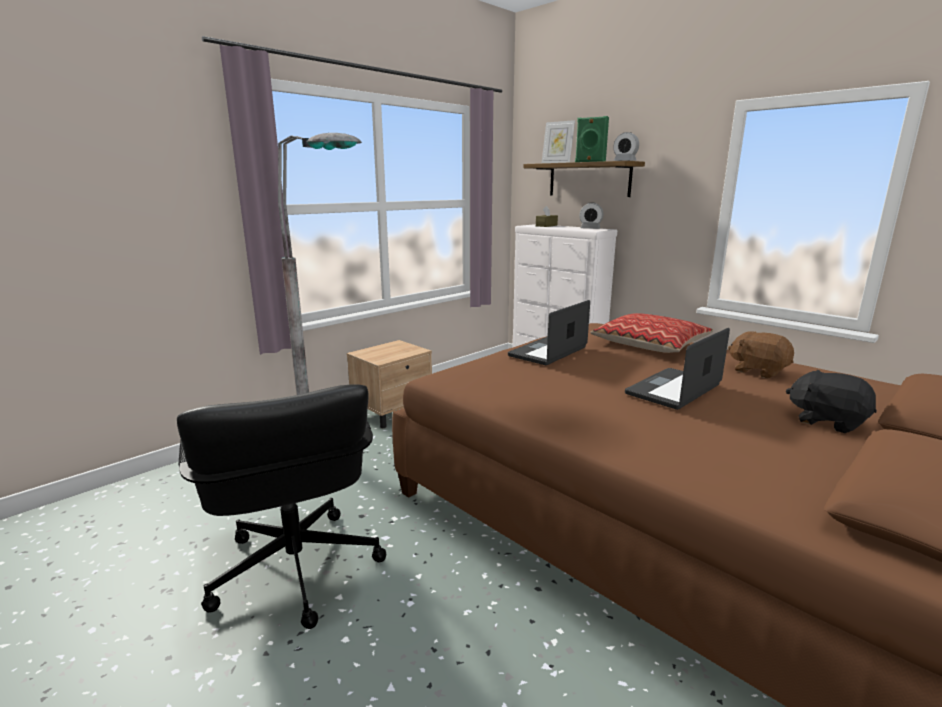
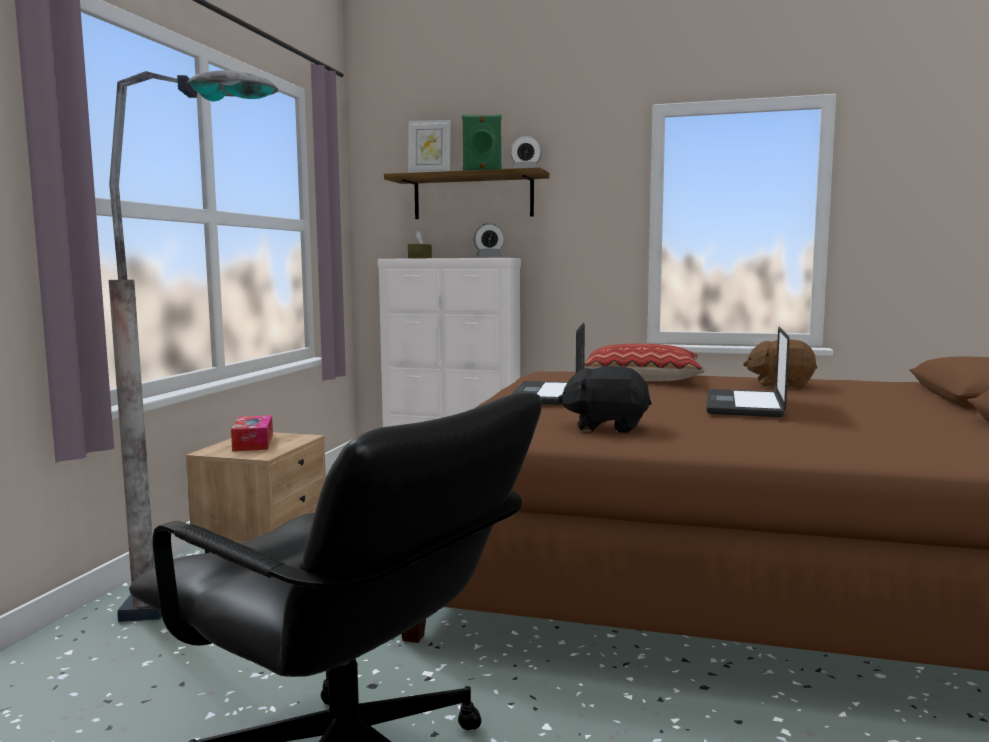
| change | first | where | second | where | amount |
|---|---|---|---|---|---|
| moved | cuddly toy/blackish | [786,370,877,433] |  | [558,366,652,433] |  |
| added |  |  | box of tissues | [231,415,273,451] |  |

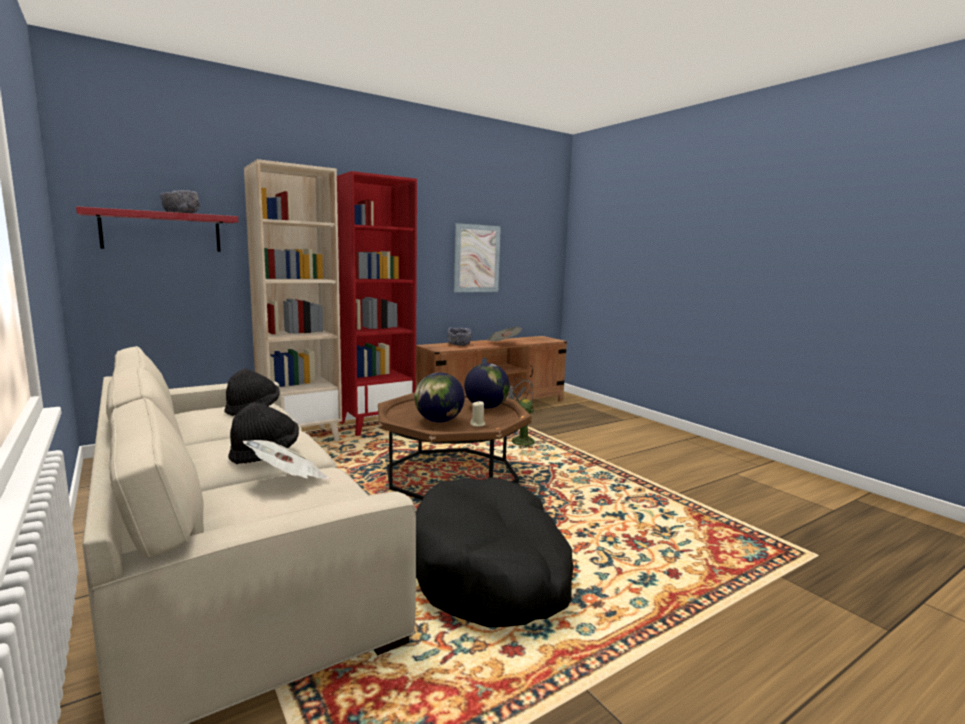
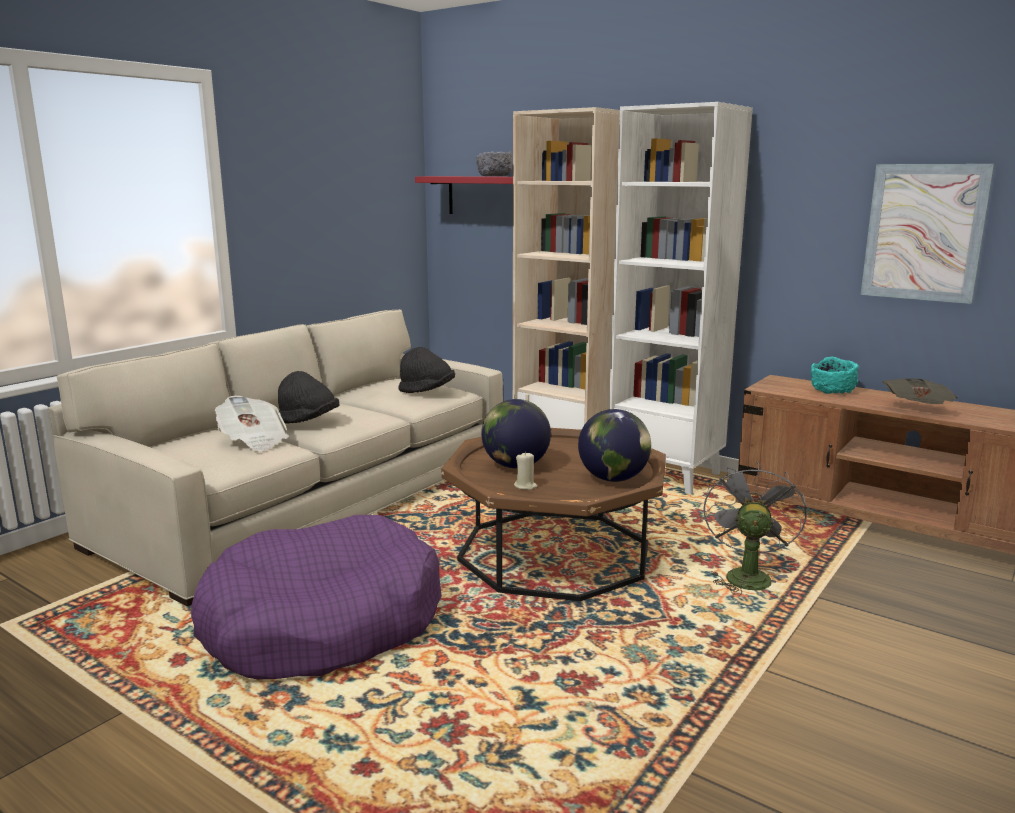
| change | first | where | second | where | amount |
|---|---|---|---|---|---|
| recoloured | shelving unit/red-coloured | [337,171,417,436] | shelving unit/whitish | [609,102,753,494] |  |
| recoloured | dog cushion/blackish | [415,477,574,627] | dog cushion/purplish | [191,515,442,680] |  |
| recoloured | deep dish/gray | [448,327,471,346] | deep dish/turquoise-coloured | [811,357,859,394] |  |

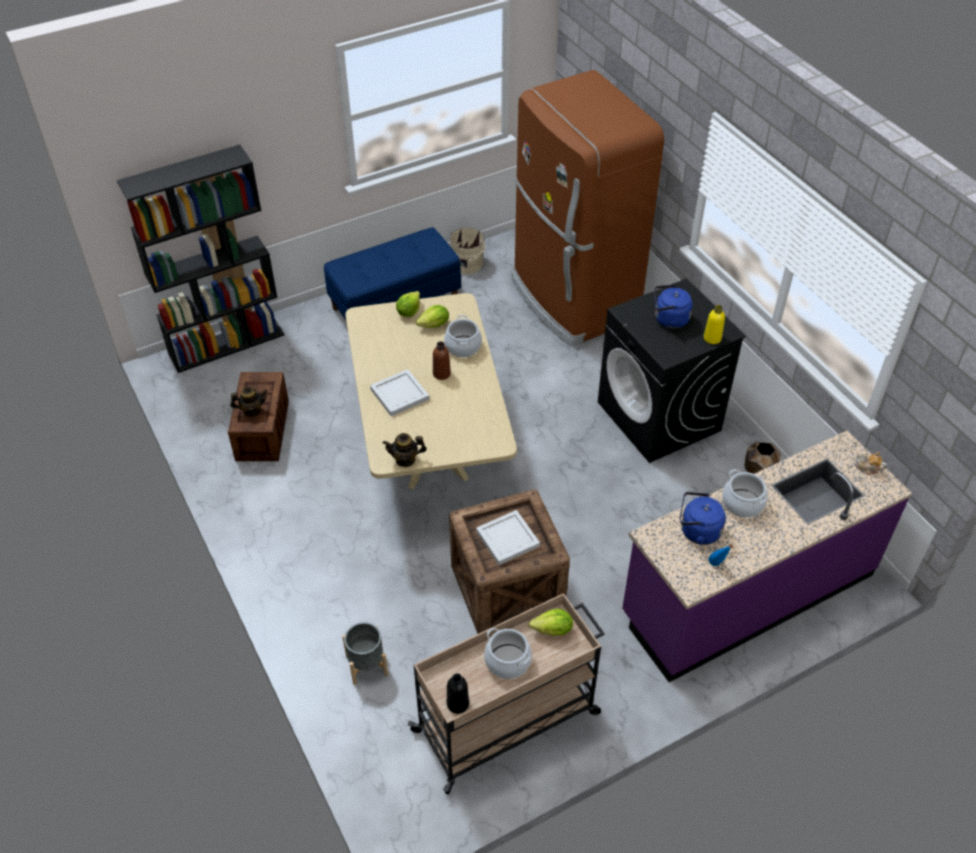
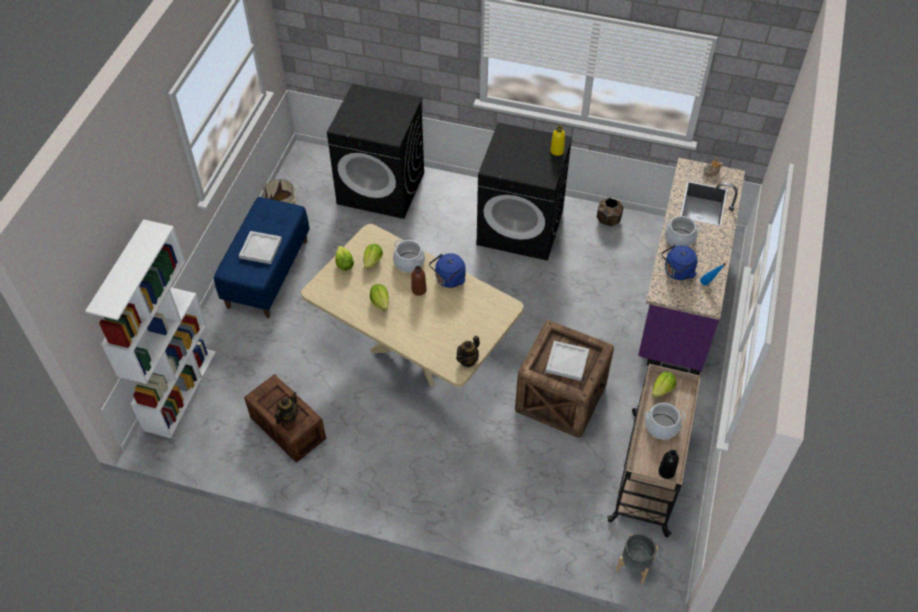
| change | first | where | second | where | amount |
|---|---|---|---|---|---|
| recoloured | shelving unit/blackish | [117,144,284,373] | shelving unit/whitish | [85,219,216,438] |  |
| moved | planter/gray | [342,622,388,685] |  | [616,533,658,584] |  |
| moved | tray/whitish | [370,369,429,416] |  | [239,231,282,264] |  |
| replaced | refrigerator/brown-coloured | [511,70,664,346] | laundry machine/blackish | [327,84,424,219] |  |
| moved | tea kettle/blue | [655,284,693,329] |  | [429,253,465,288] |  |
| added |  |  | lettuce | [370,284,389,311] |  |

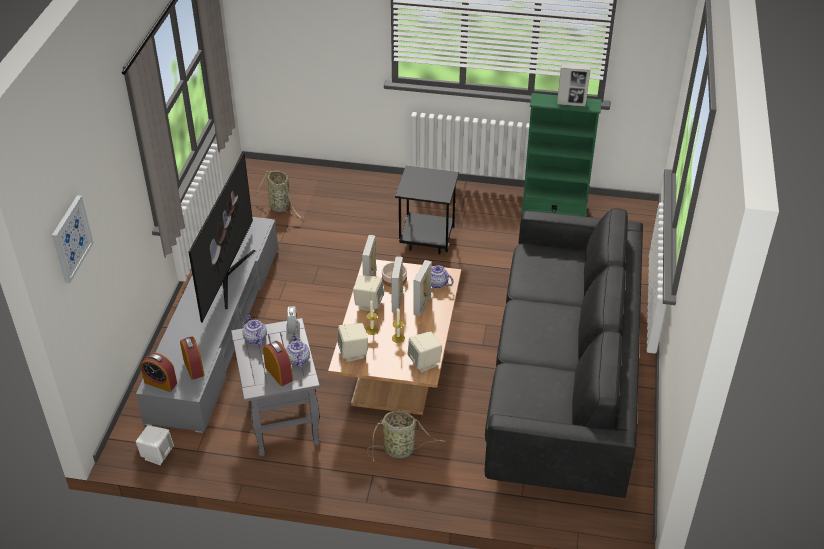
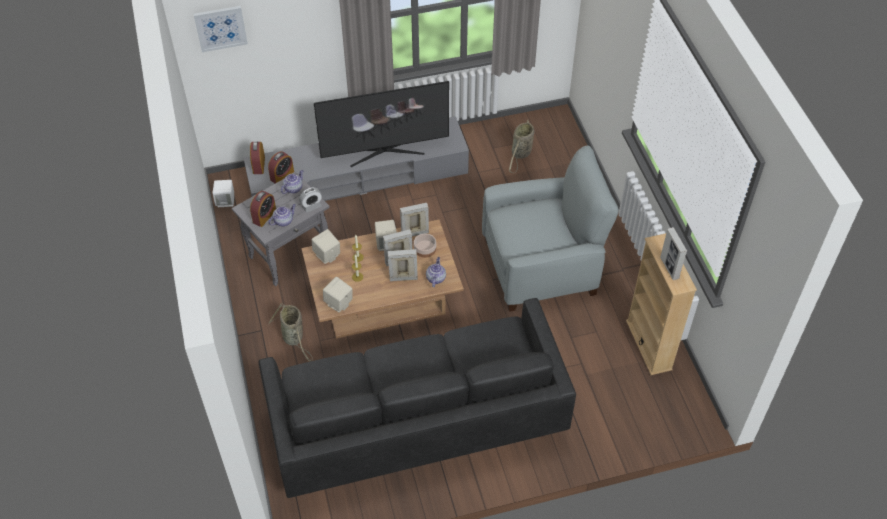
| change | first | where | second | where | amount |
|---|---|---|---|---|---|
| replaced | end table/blackish | [395,166,459,254] | lounge chair/gray | [482,146,619,312] |  |
| recoloured | shelving unit/greenish | [521,93,602,217] | shelving unit/beige-coloured | [626,233,697,375] |  |

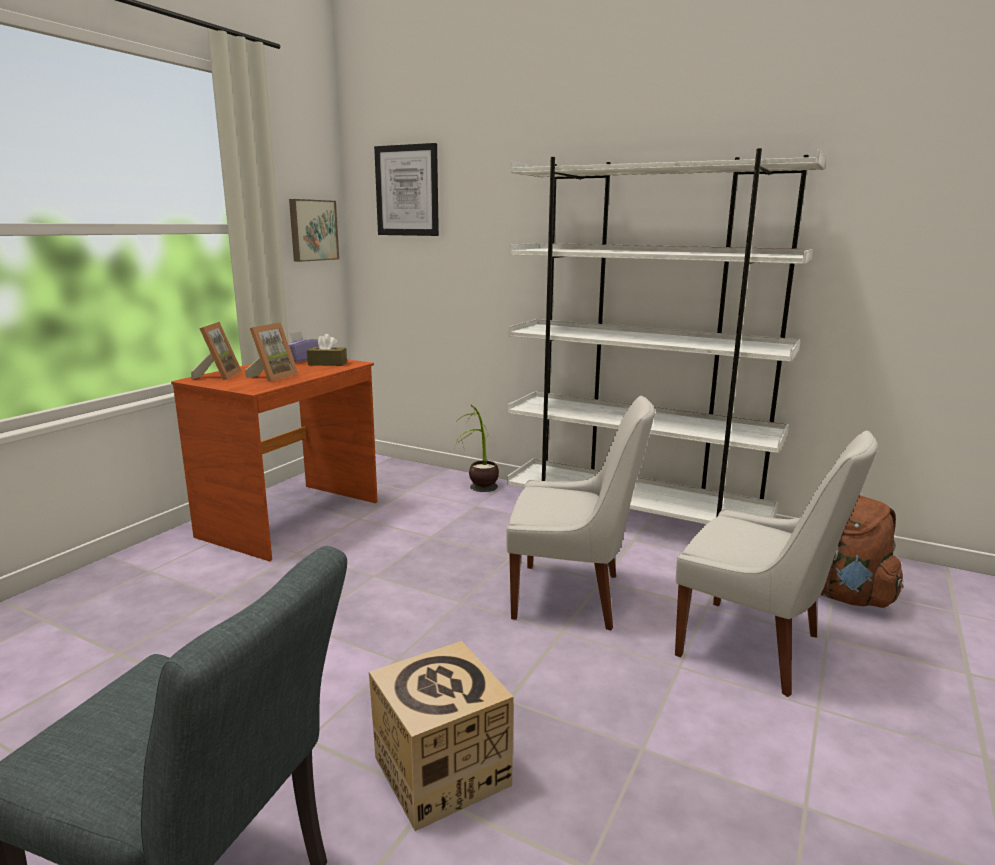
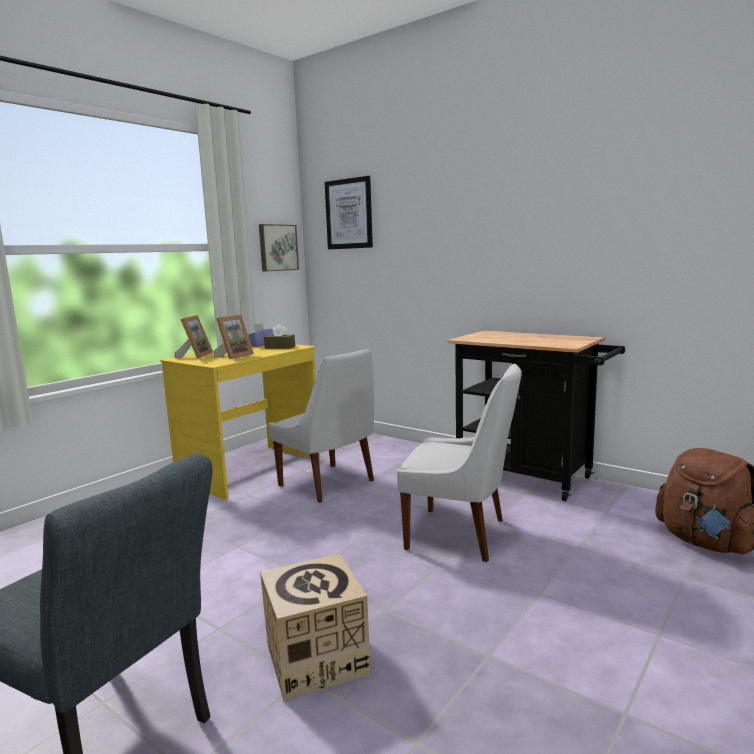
| change | first | where | second | where | amount |
|---|---|---|---|---|---|
| recoloured | desk/brown-coloured | [171,359,378,562] | desk/yellowish | [160,344,320,500] |  |
| removed | potted plant | [454,404,499,492] |  |  |  |
| replaced | shelving unit/whitish | [507,148,826,524] | wheeled cart/blackish | [447,331,625,501] |  |
| moved | upright chair/whitish | [675,430,878,697] |  | [268,349,374,503] |  |

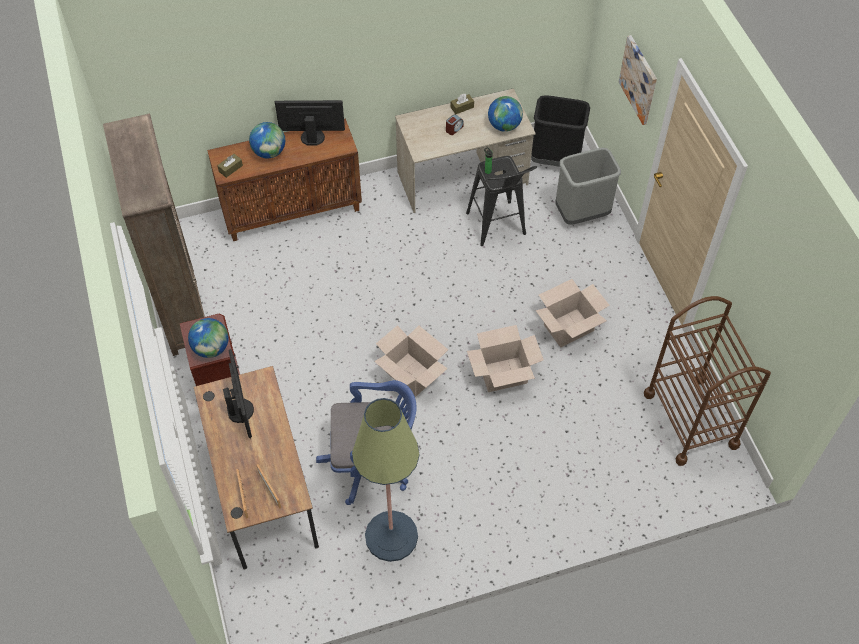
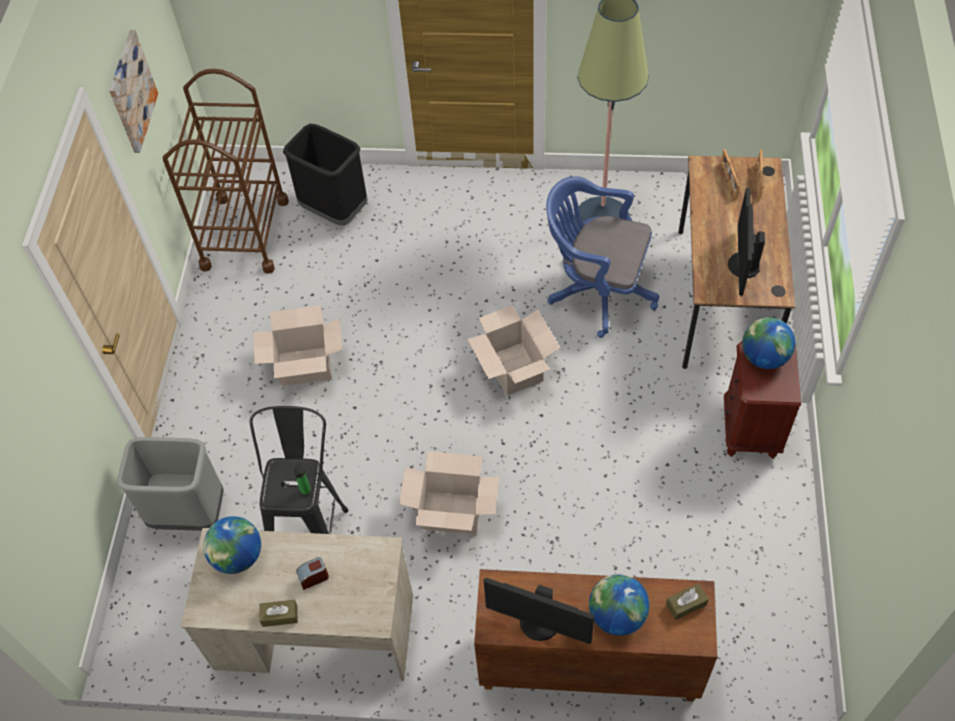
| change | first | where | second | where | amount |
|---|---|---|---|---|---|
| removed | shelving unit/brown-coloured | [103,114,205,356] |  |  |  |
| moved | cardboard box | [467,325,544,392] |  | [399,451,499,535] |  |
| moved | trash can/blackish | [531,95,590,167] |  | [283,124,367,226] |  |
| moved | picture | [619,35,657,125] |  | [109,30,158,153] |  |

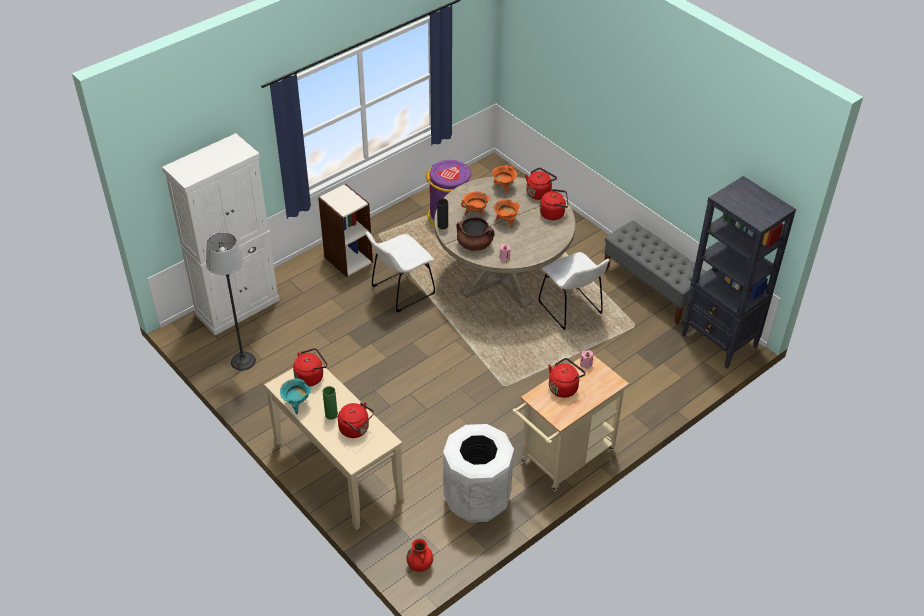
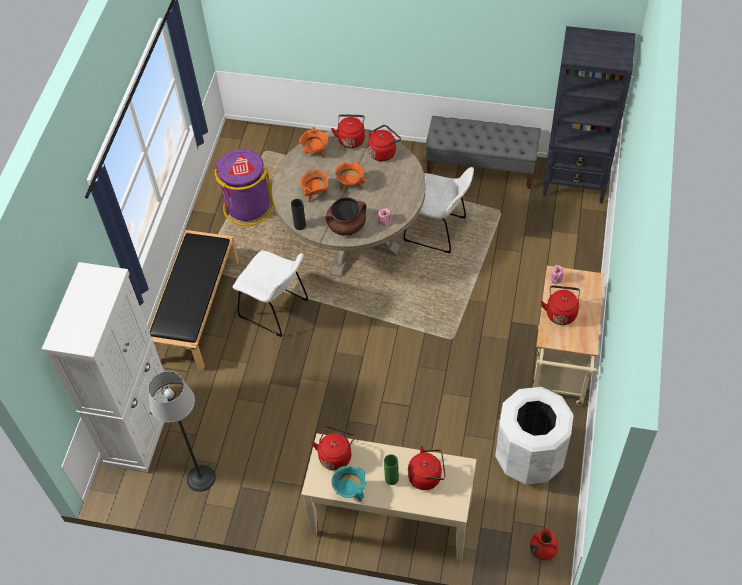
| change | first | where | second | where | amount |
|---|---|---|---|---|---|
| replaced | shelving unit | [318,184,373,277] | indoor bench/blackish | [149,230,239,371] |  |
| turned | upright chair/whitish | [365,231,435,312] |  | [233,251,309,337] | 75 degrees counterclockwise |

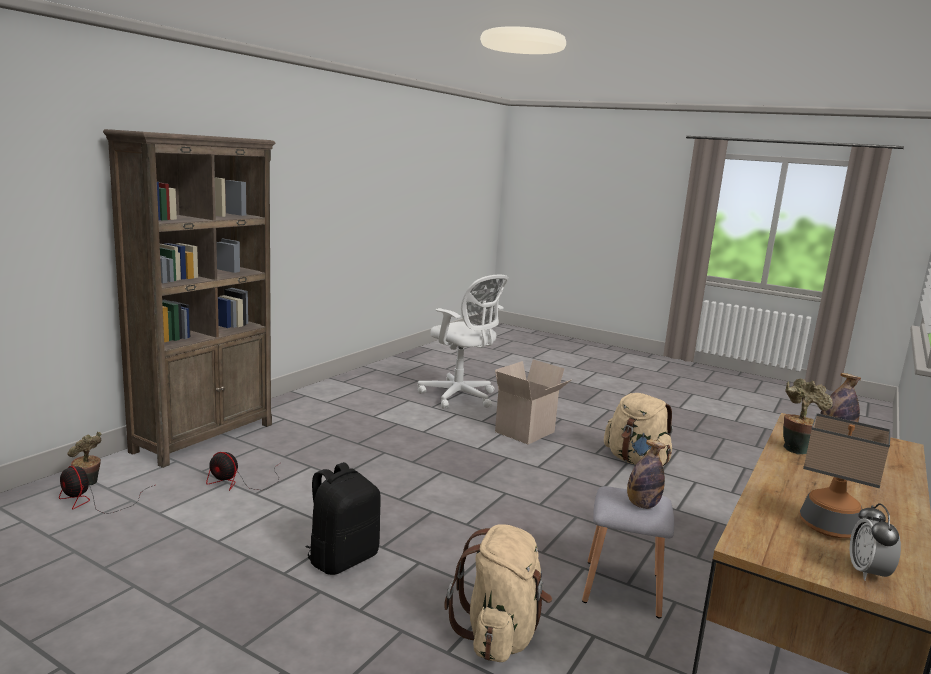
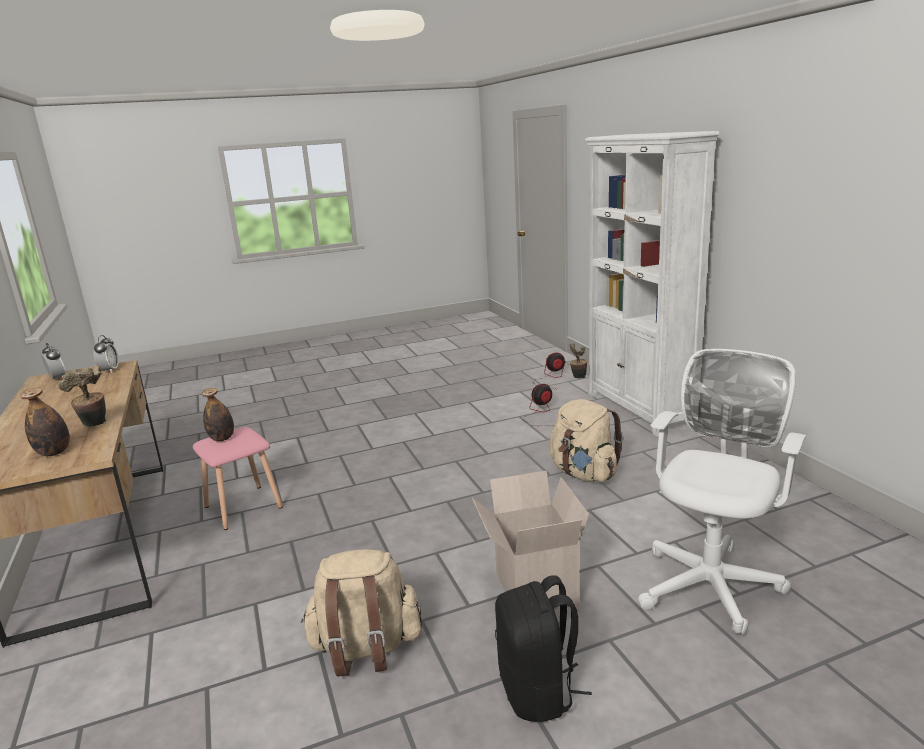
| change | first | where | second | where | amount |
|---|---|---|---|---|---|
| recoloured | shelving unit/brown-coloured | [103,129,276,468] | shelving unit/whitish | [585,131,719,437] |  |
| moved | knapsack/blackish | [306,462,381,575] |  | [495,575,592,722] |  |
| turned | desk chair/whitish | [418,275,509,409] |  | [638,349,806,635] | 135 degrees clockwise |
| moved | knapsack/beige-coloured | [444,524,552,662] |  | [550,399,624,482] |  |
| recoloured | sitting stool/gray | [582,486,674,618] | sitting stool/pinkish | [193,427,283,530] |  |
| removed | lamp for a table | [800,413,890,538] |  |  |  |
| added |  |  | alarm clock | [93,335,119,373] |  |

